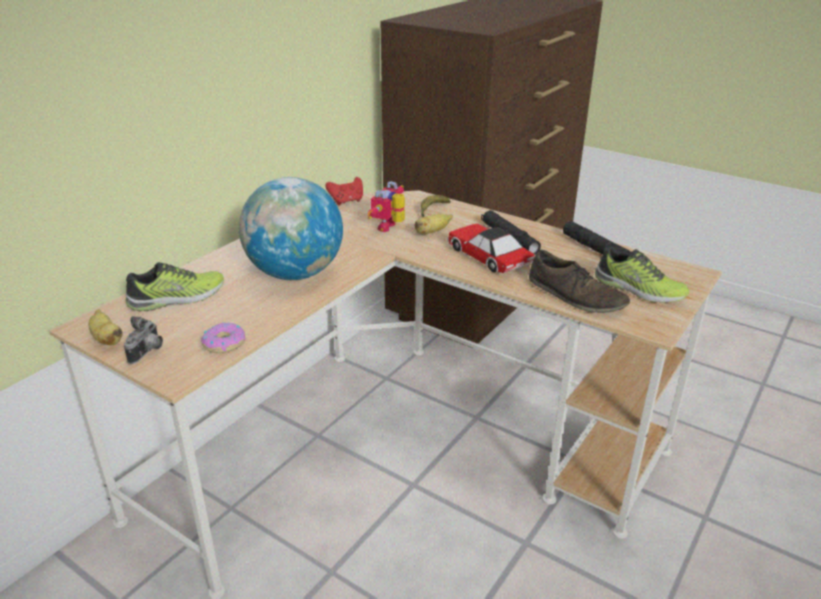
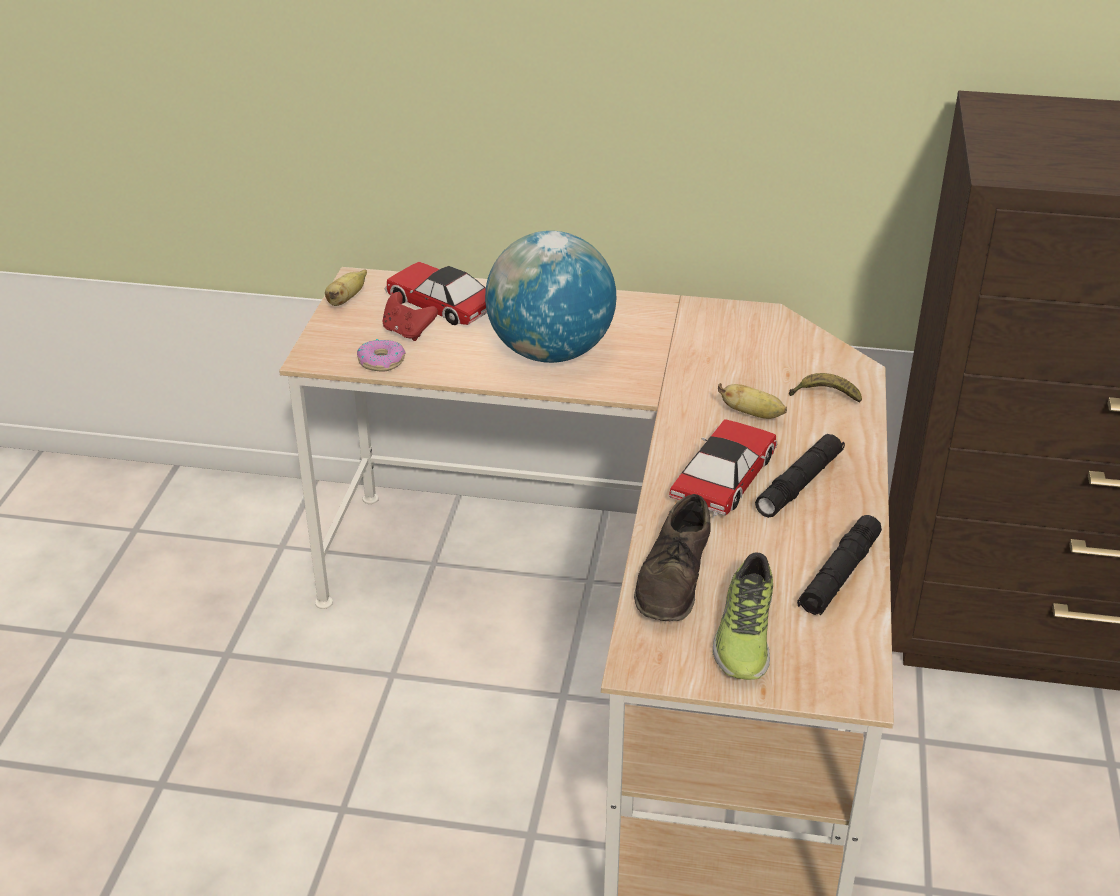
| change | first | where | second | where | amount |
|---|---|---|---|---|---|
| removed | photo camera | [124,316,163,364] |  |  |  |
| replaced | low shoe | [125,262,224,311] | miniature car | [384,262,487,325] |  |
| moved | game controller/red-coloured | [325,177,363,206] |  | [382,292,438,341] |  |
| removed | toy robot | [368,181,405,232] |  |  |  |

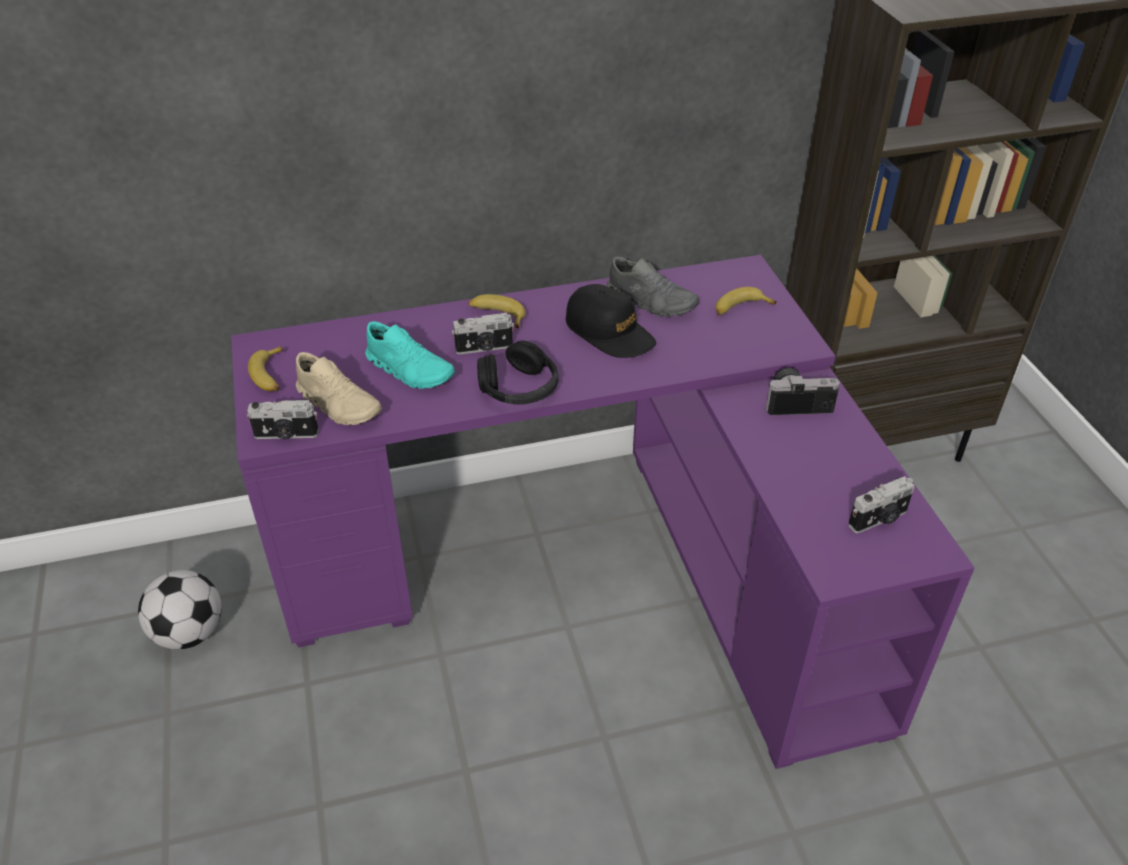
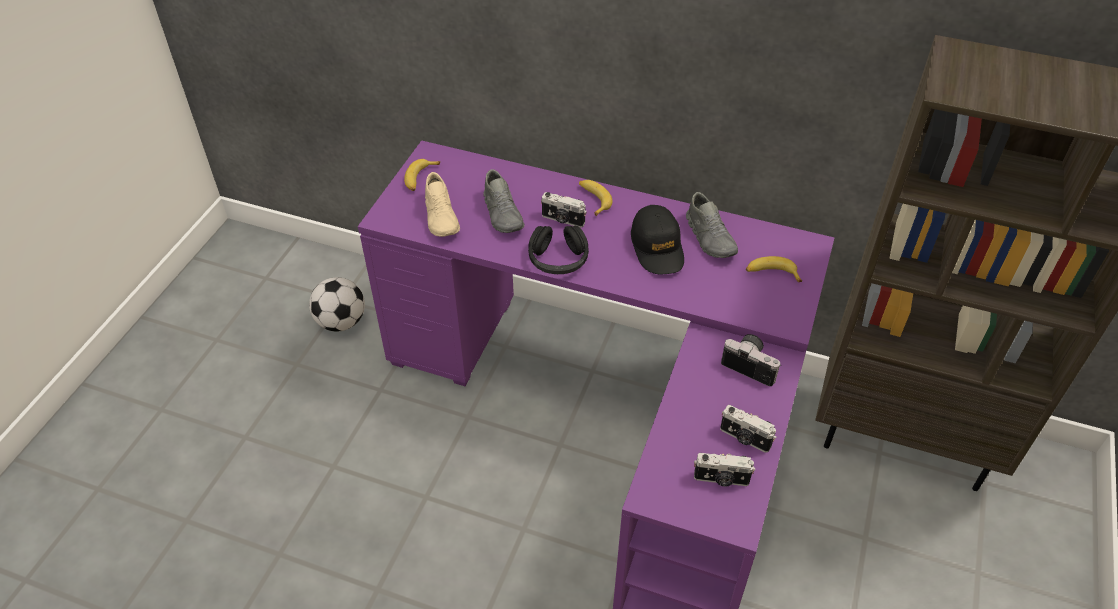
| change | first | where | second | where | amount |
|---|---|---|---|---|---|
| moved | photo camera | [247,400,319,439] |  | [720,405,776,453] |  |
| recoloured | low shoe/turquoise-coloured | [365,321,455,389] | low shoe/gray | [483,169,524,233] |  |

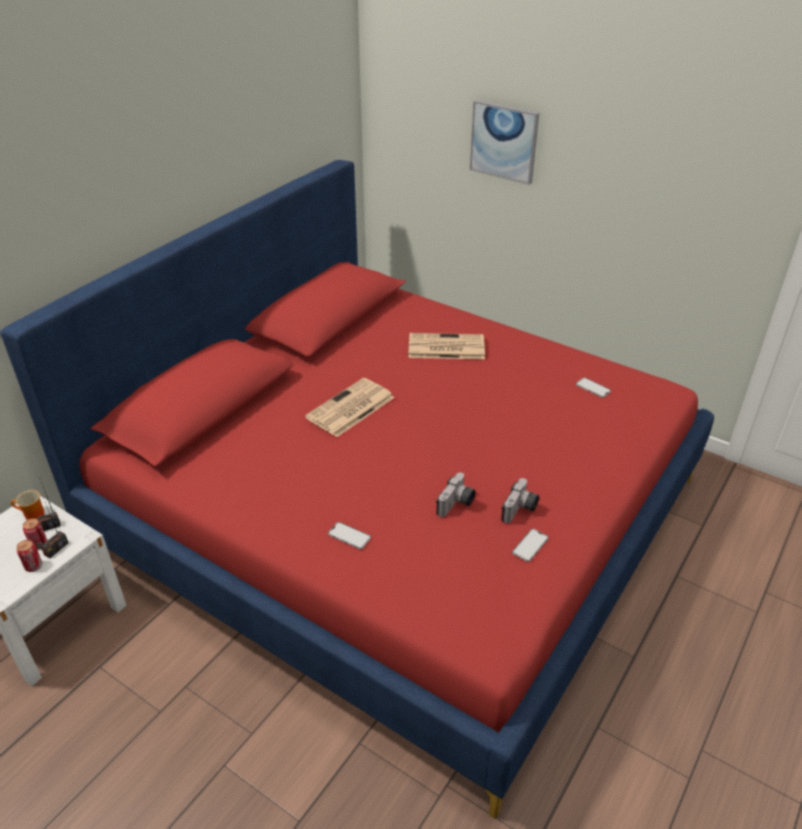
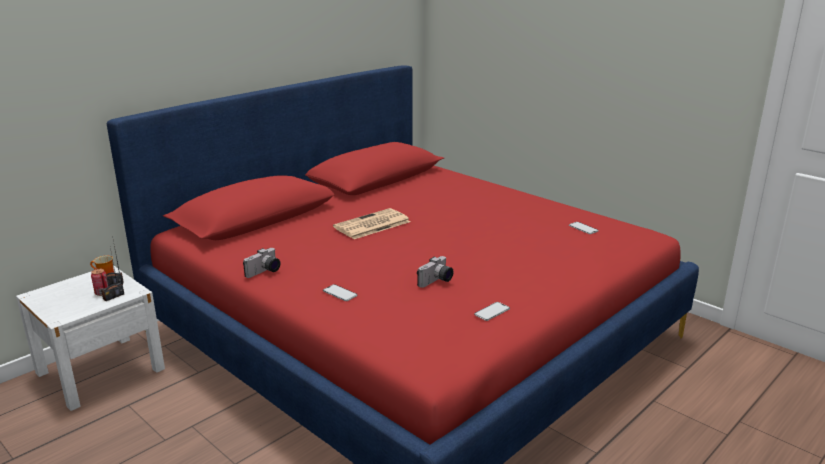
| change | first | where | second | where | amount |
|---|---|---|---|---|---|
| removed | can | [17,540,42,572] |  |  |  |
| removed | daily paper | [408,333,485,359] |  |  |  |
| removed | picture | [470,100,539,185] |  |  |  |
| moved | photo camera | [501,478,539,523] |  | [243,248,281,278] |  |

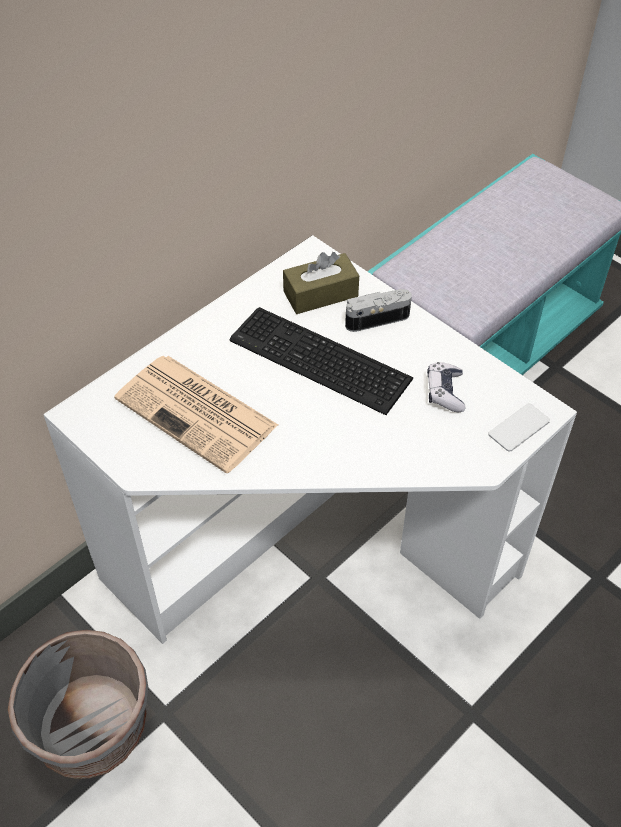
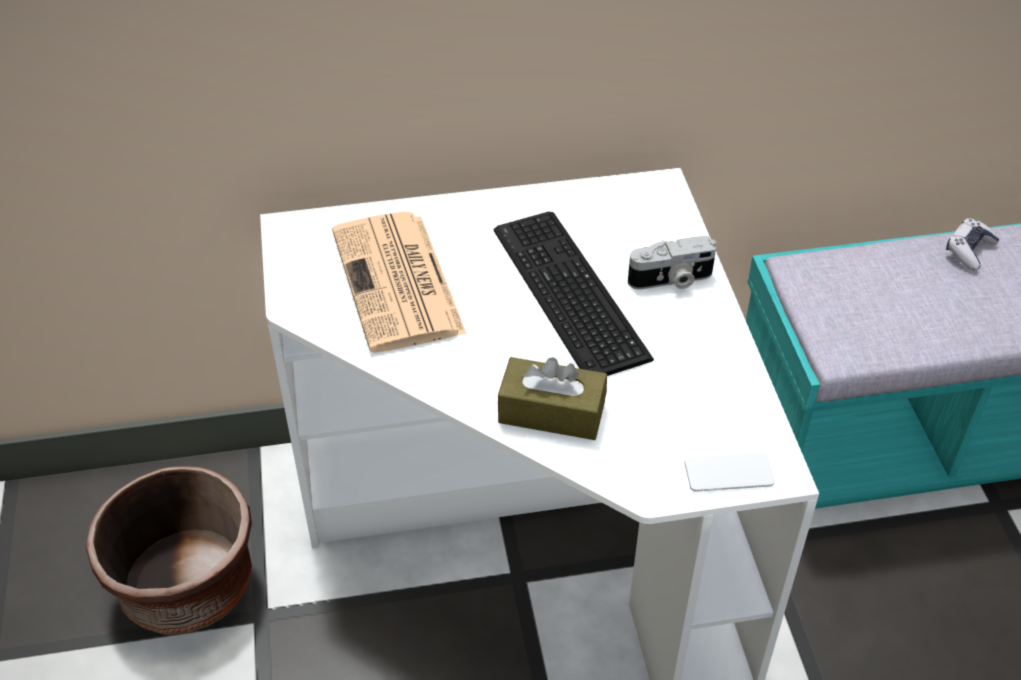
| change | first | where | second | where | amount |
|---|---|---|---|---|---|
| recoloured | planter/gray | [8,630,148,779] | planter/brown-coloured | [86,465,252,635] |  |
| moved | box of tissues/brown-coloured | [283,252,359,314] |  | [498,357,607,440] |  |
| turned | photo camera | [345,289,412,332] |  | [628,236,716,290] | 150 degrees clockwise |
| moved | game controller | [427,362,466,412] |  | [946,218,999,270] |  |

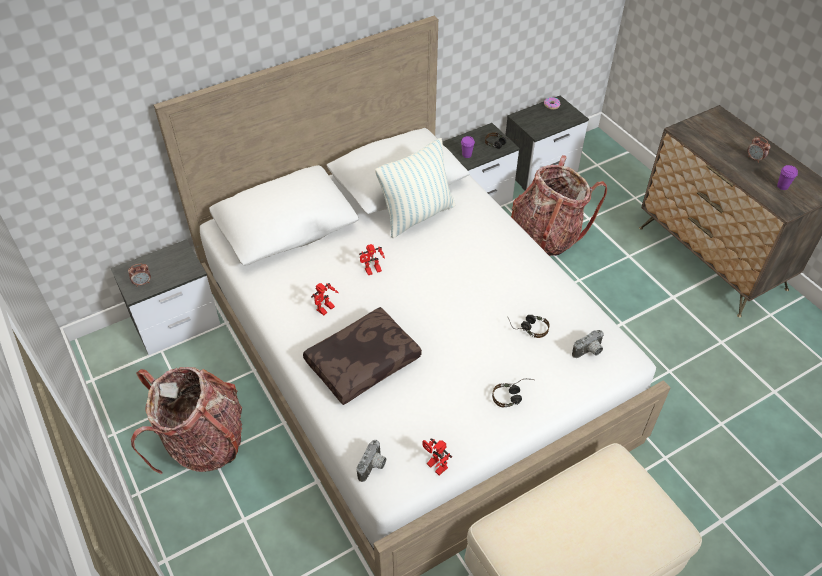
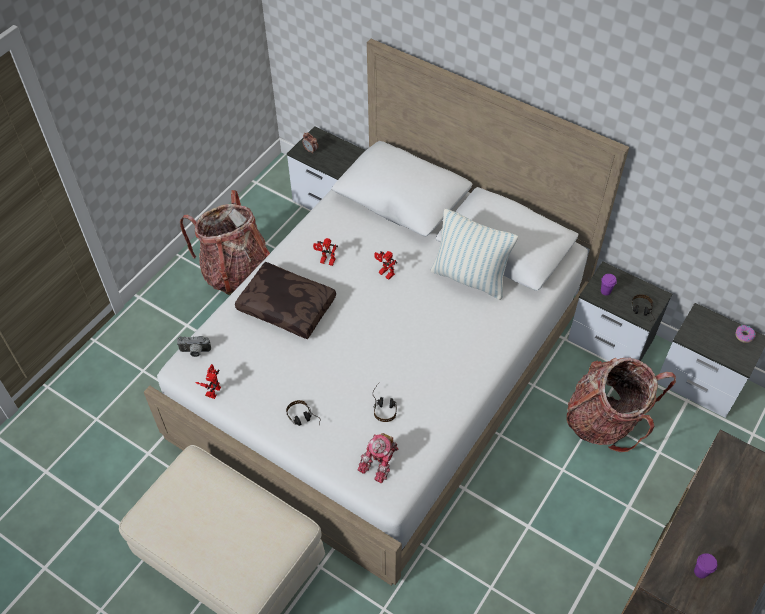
| change | first | where | second | where | amount |
|---|---|---|---|---|---|
| replaced | photo camera | [572,330,604,358] | toy robot | [357,433,399,484] |  |
| removed | alarm clock | [748,136,771,163] |  |  |  |

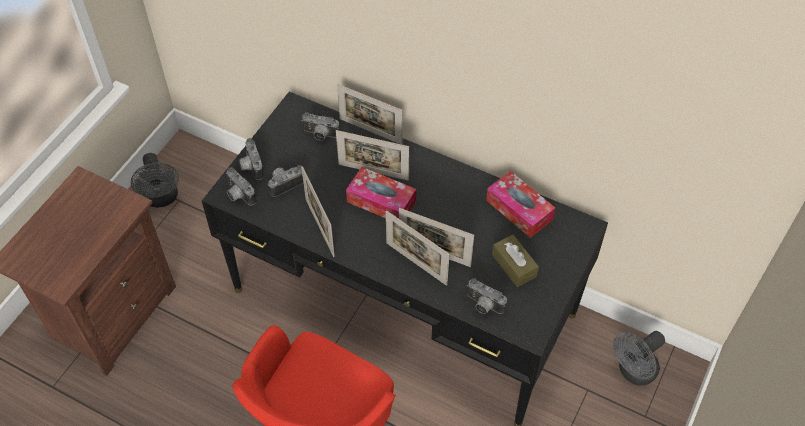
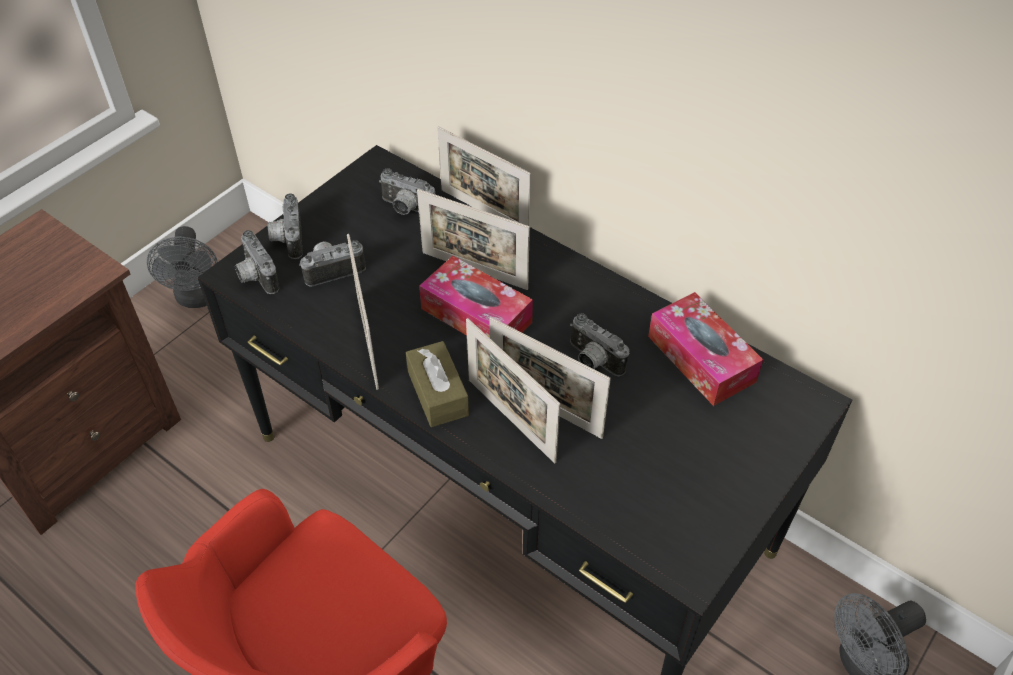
| change | first | where | second | where | amount |
|---|---|---|---|---|---|
| moved | photo camera | [467,278,507,314] |  | [570,313,629,376] |  |
| moved | box of tissues/brown-coloured | [492,234,539,287] |  | [406,341,469,427] |  |

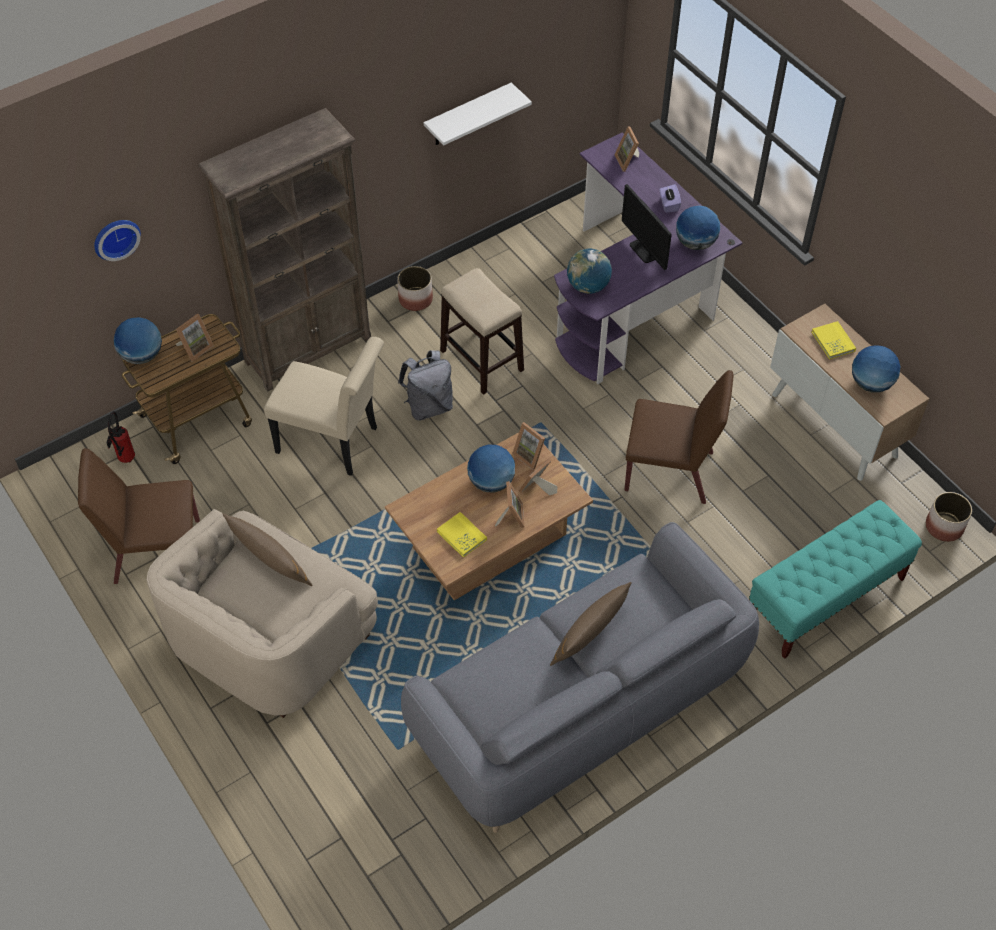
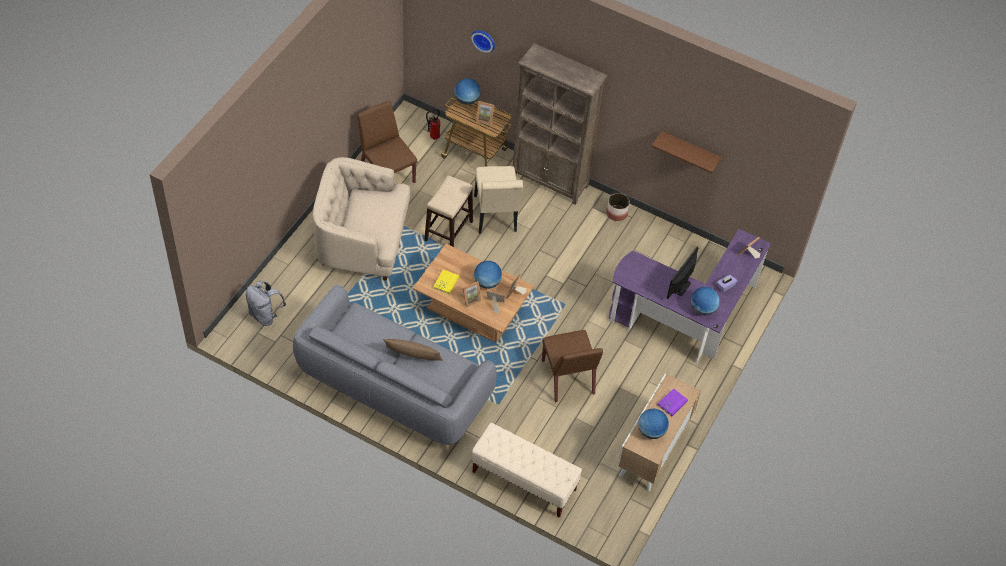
| change | first | where | second | where | amount |
|---|---|---|---|---|---|
| removed | throw pillow/brown-coloured | [223,514,312,586] |  |  |  |
| moved | knapsack/gray | [398,350,453,420] |  | [246,281,286,326] |  |
| recoloured | shelf/whitish | [424,82,532,146] | shelf/brown-coloured | [652,131,722,173] |  |
| moved | sitting stool | [440,268,524,395] |  | [424,176,473,247] |  |
| removed | desk globe | [567,249,612,294] |  |  |  |
| recoloured | indoor bench/turquoise-coloured | [749,500,922,659] | indoor bench/beige-coloured | [472,423,582,518] |  |
| recoloured | book/yellowish | [812,321,856,359] | book/purplish | [658,388,688,416] |  |
| removed | planter | [926,492,972,542] |  |  |  |

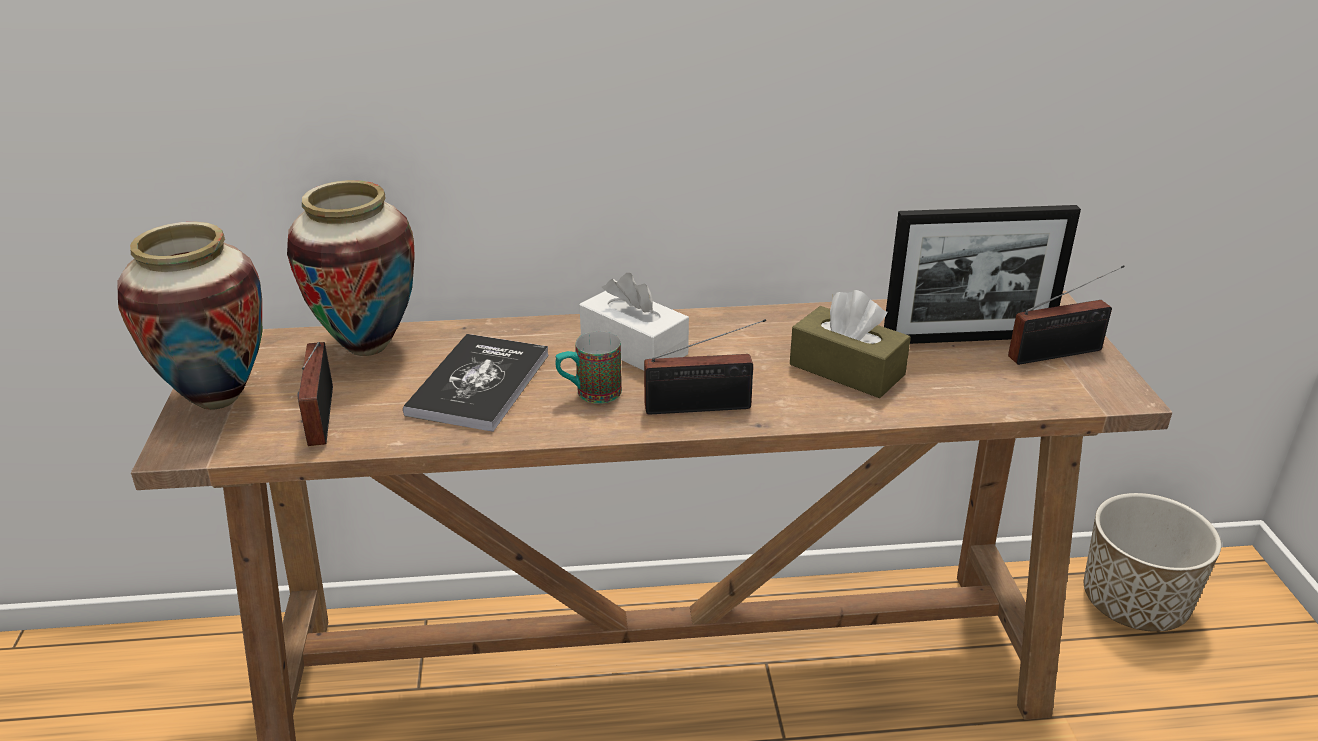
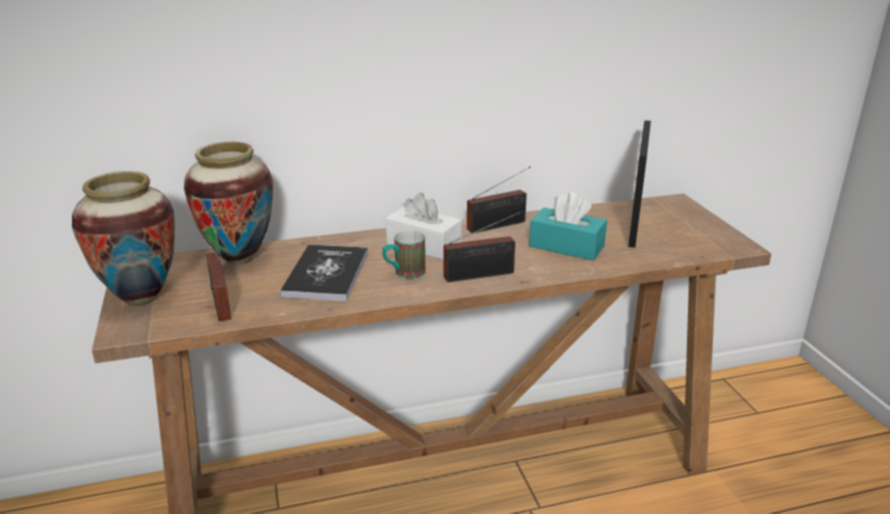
| change | first | where | second | where | amount |
|---|---|---|---|---|---|
| recoloured | box of tissues/brown-coloured | [790,290,911,398] | box of tissues/turquoise-coloured | [529,192,607,261] |  |
| turned | standing frame | [884,205,1081,344] |  | [628,120,651,248] | 60 degrees counterclockwise |
| moved | radio | [1008,265,1125,365] |  | [467,167,531,233] |  |
| removed | planter | [1084,493,1221,632] |  |  |  |

